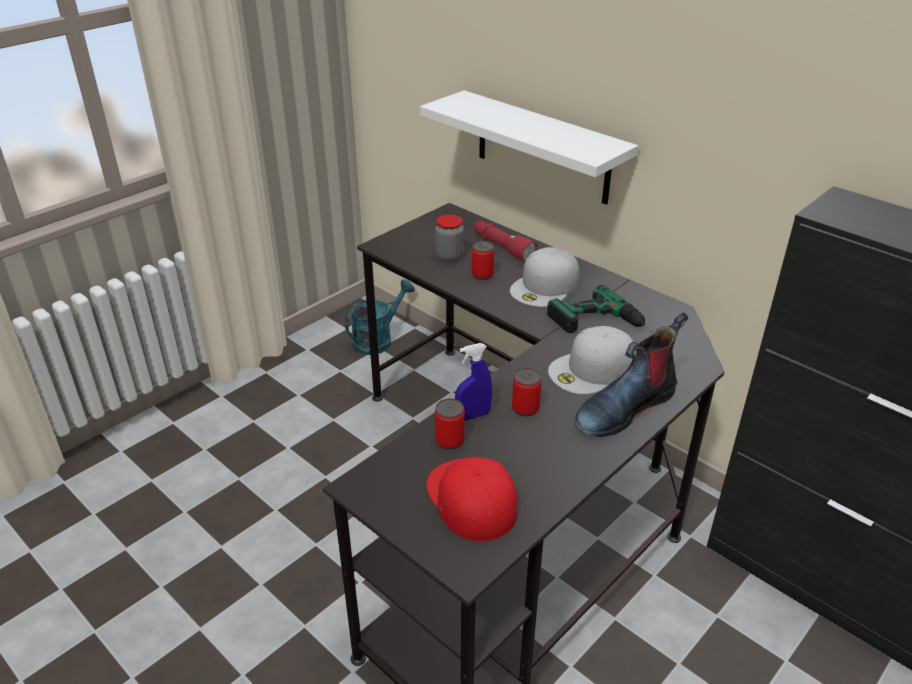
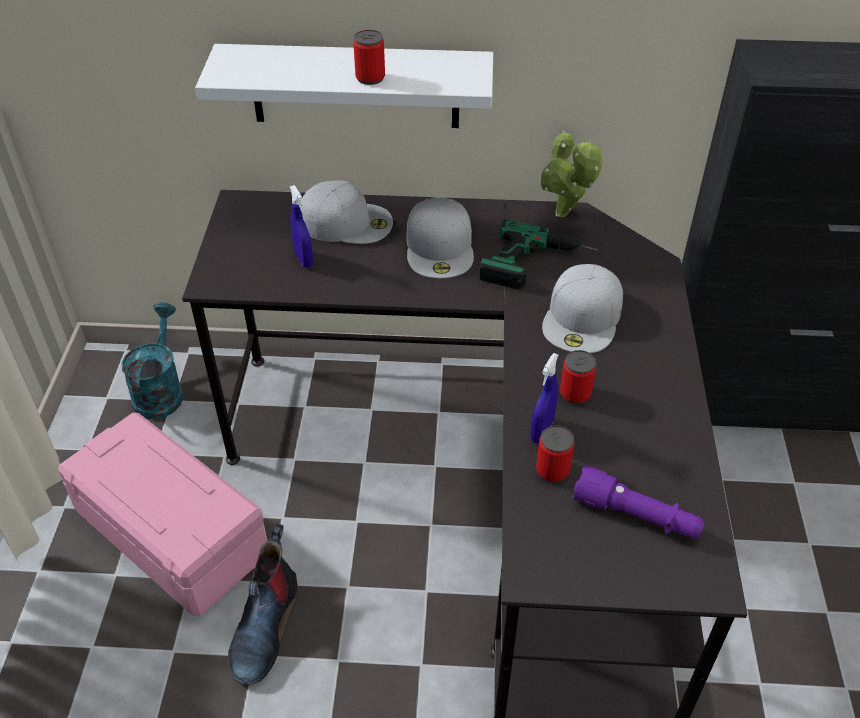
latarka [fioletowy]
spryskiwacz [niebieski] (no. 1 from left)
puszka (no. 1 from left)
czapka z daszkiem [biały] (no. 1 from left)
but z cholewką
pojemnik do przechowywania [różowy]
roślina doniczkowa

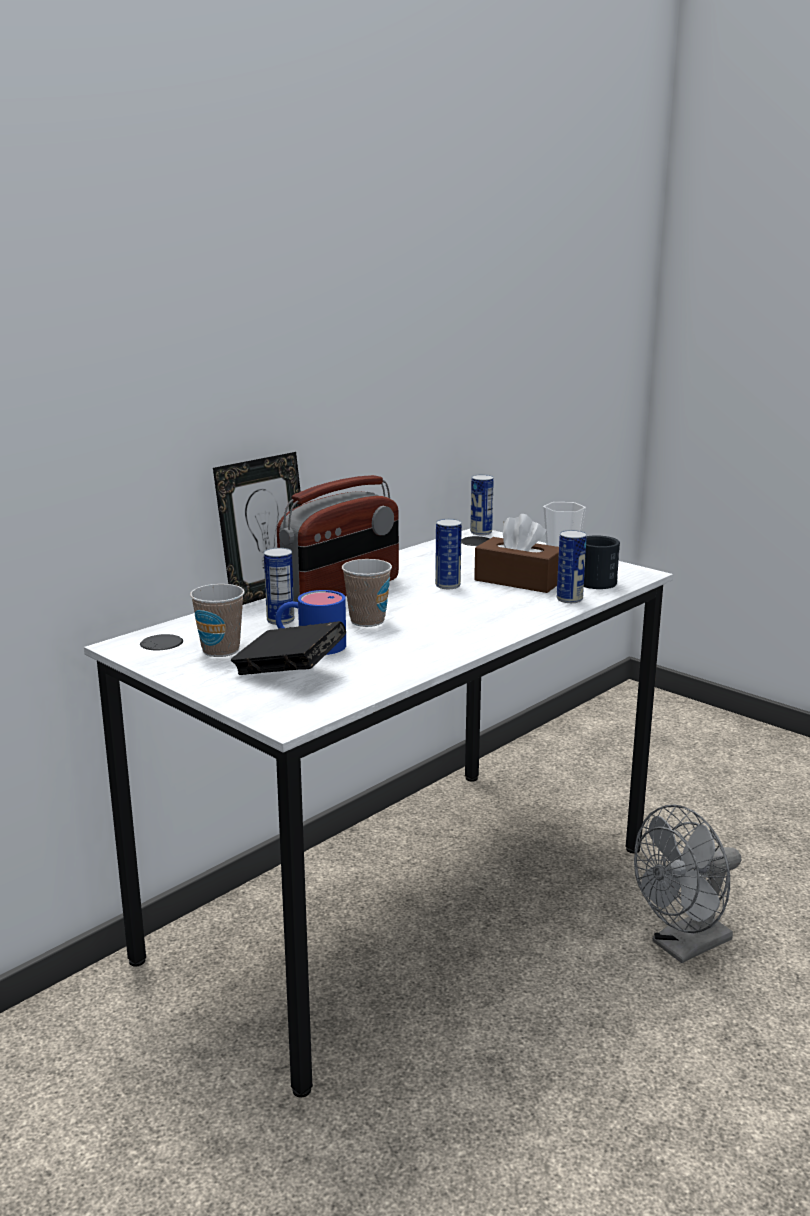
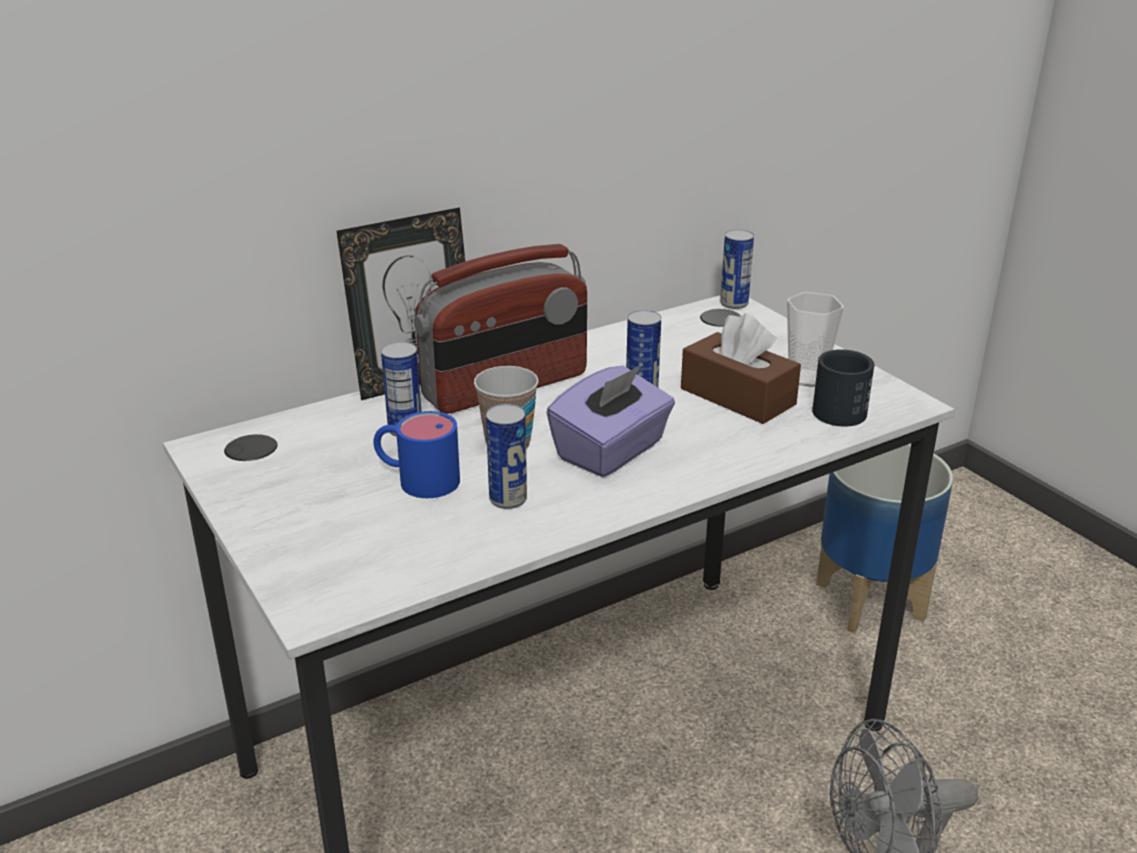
filiżanka (no. 1 from left in the first image)
książka [czarny]
puszka (no. 2 from left)
pudełko chusteczek [fioletowy]
donica

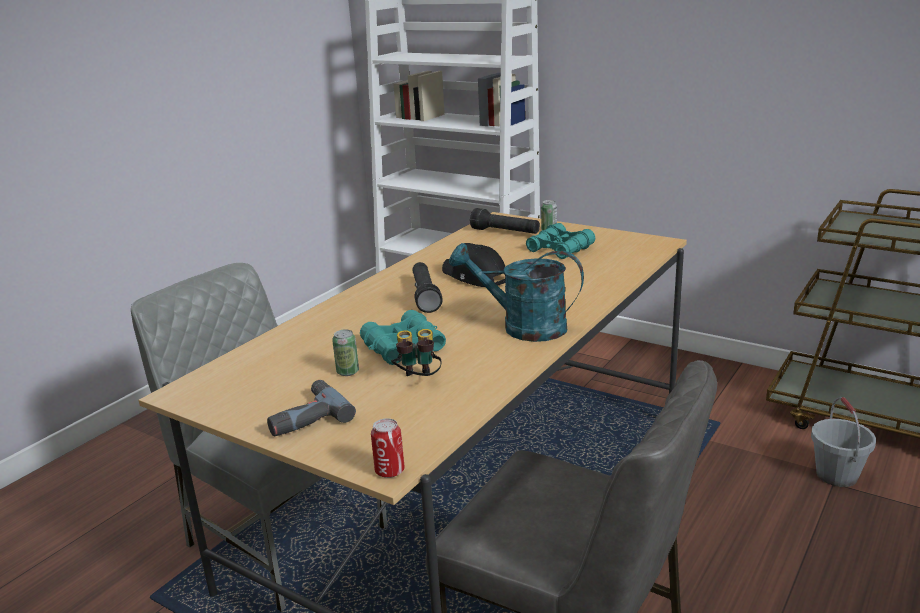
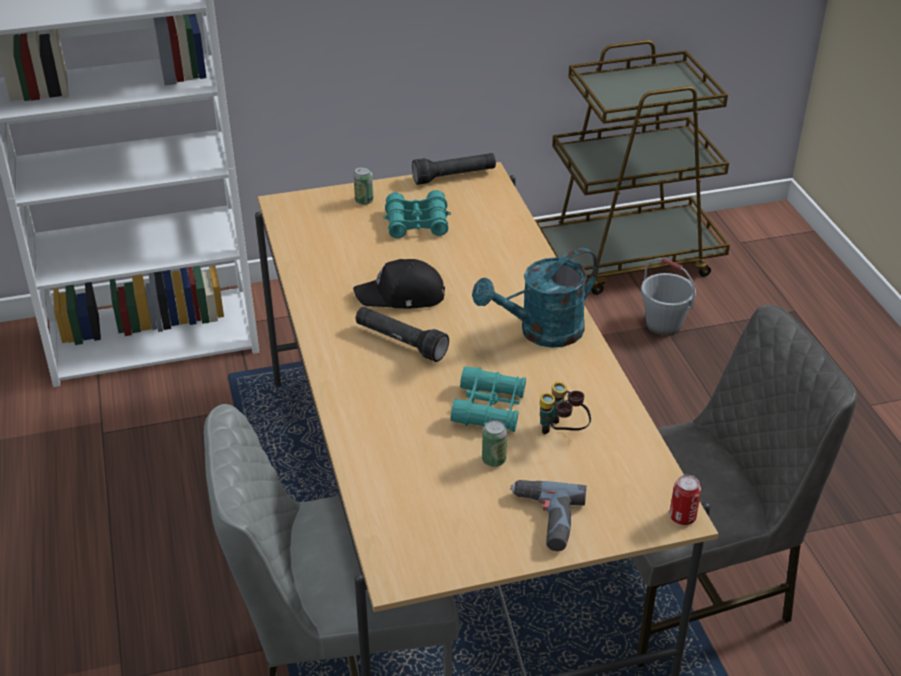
latarka [czarny] (no. 2 from left)

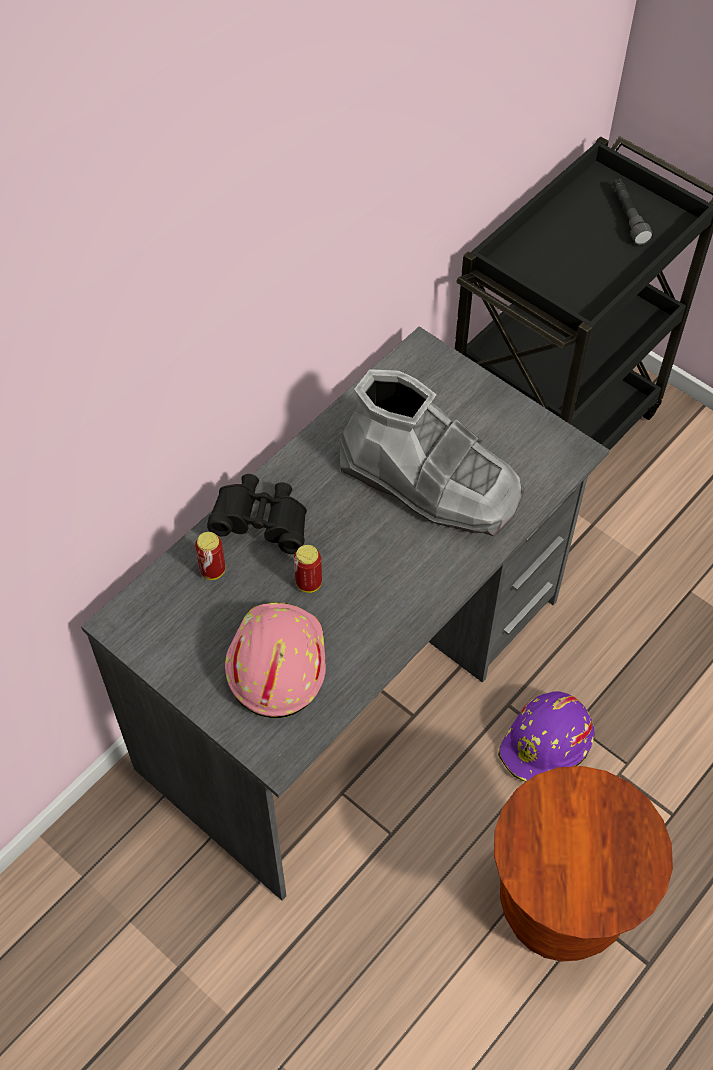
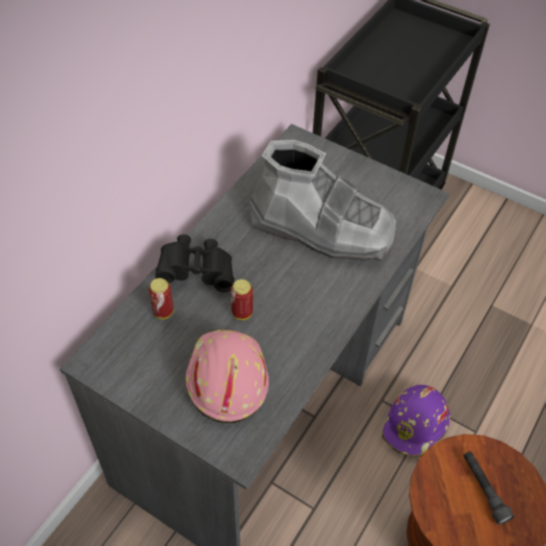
latarka [szary]

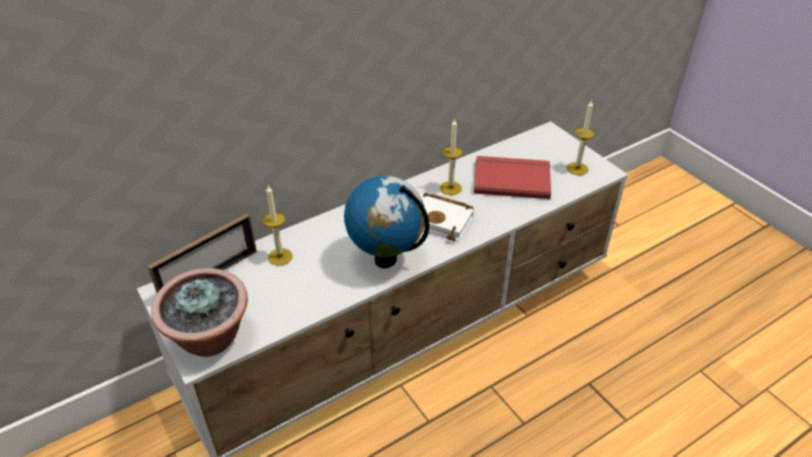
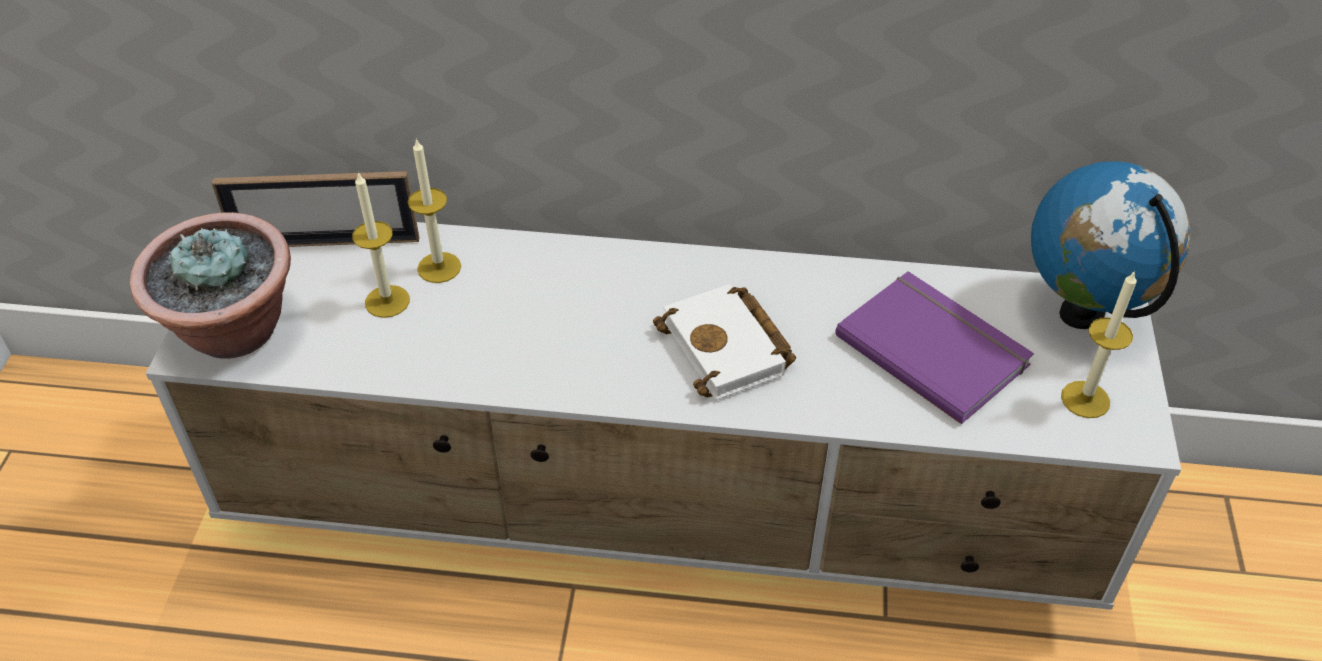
globus
świeca (no. 1 from left)
książka [fioletowy]

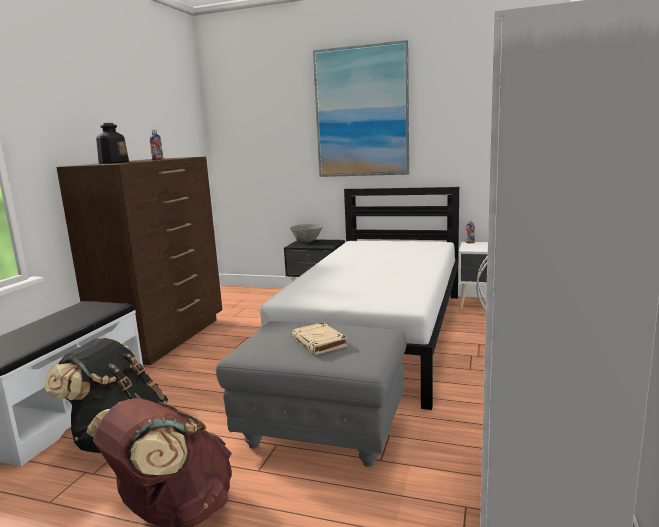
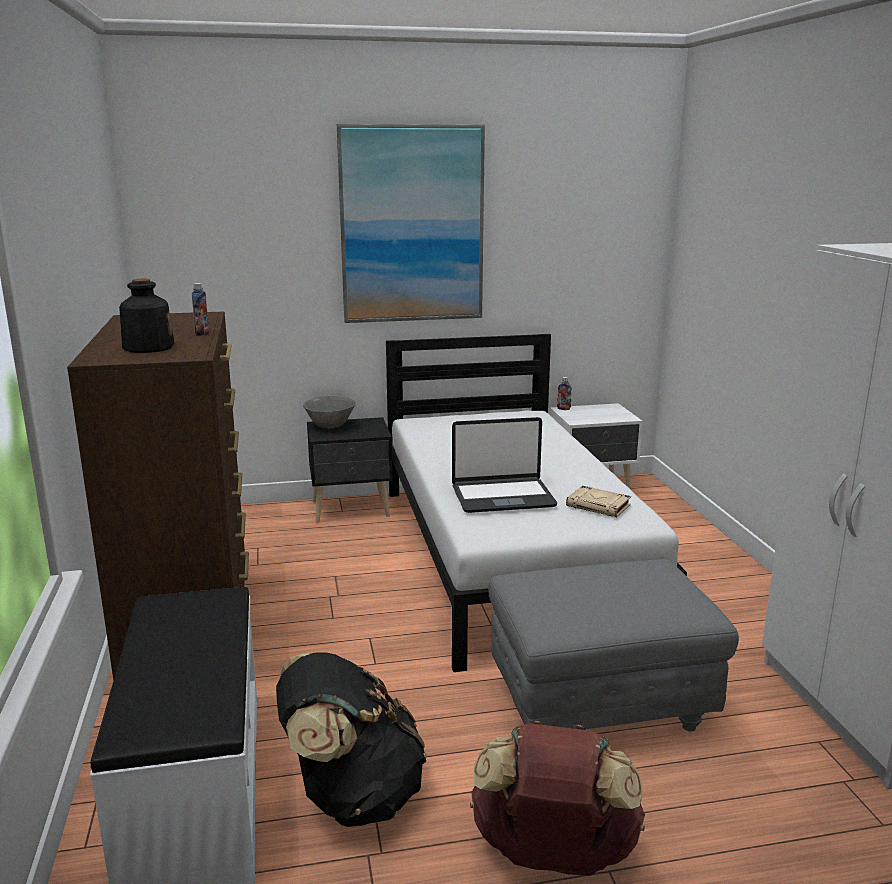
książka [beżowy]
laptop

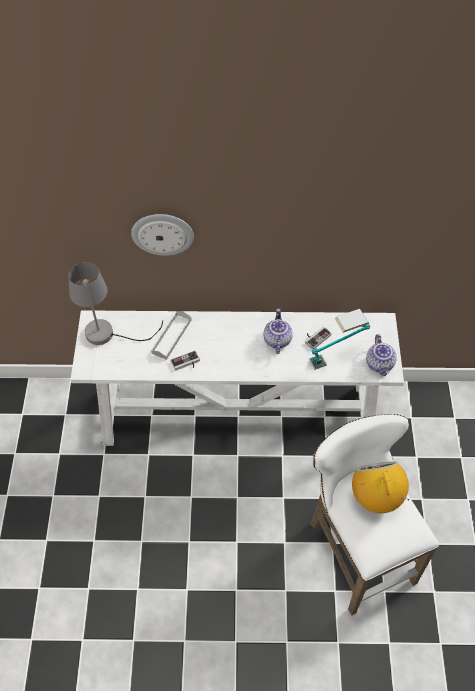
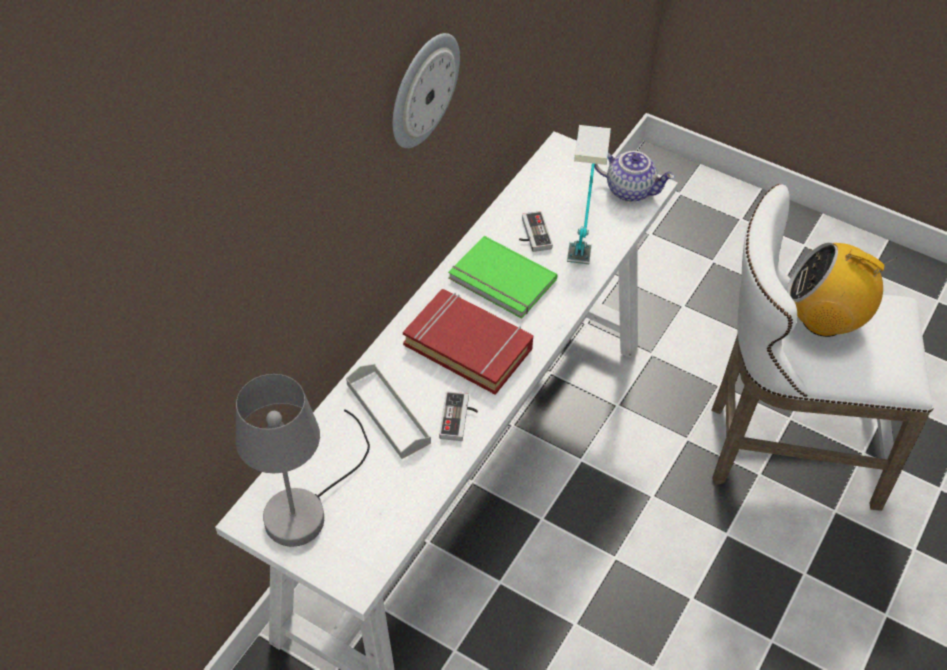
zegar ścienny
książka [zielony]
książka [czerwony]

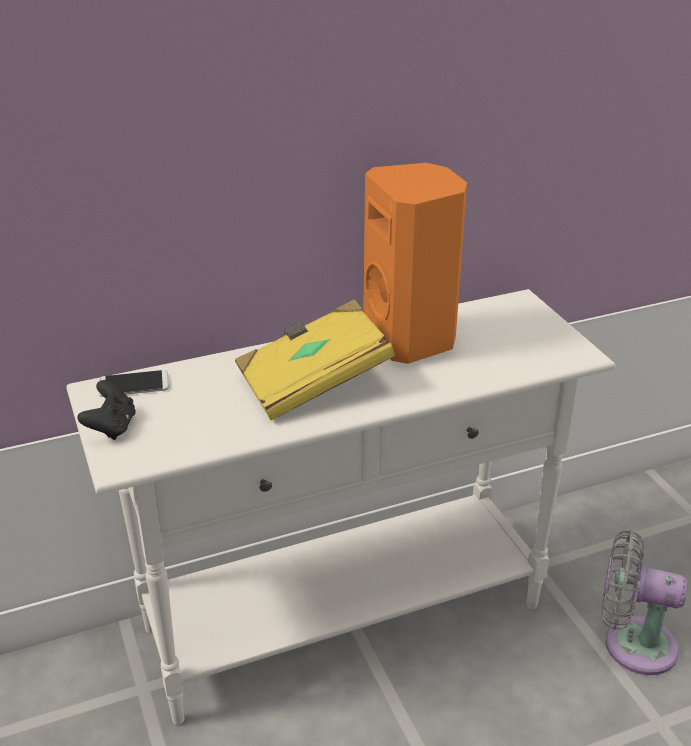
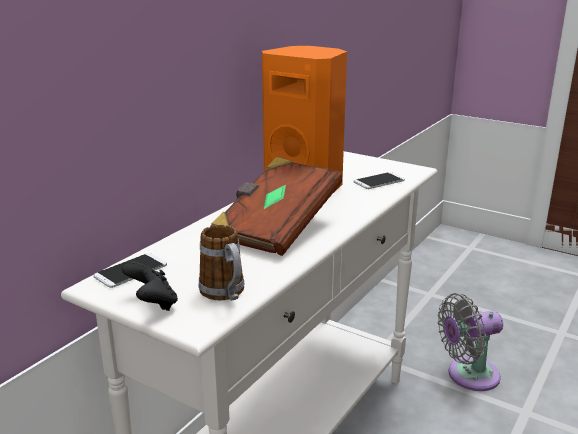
książka [brązowy]
kubek
telefon (no. 2 from left)

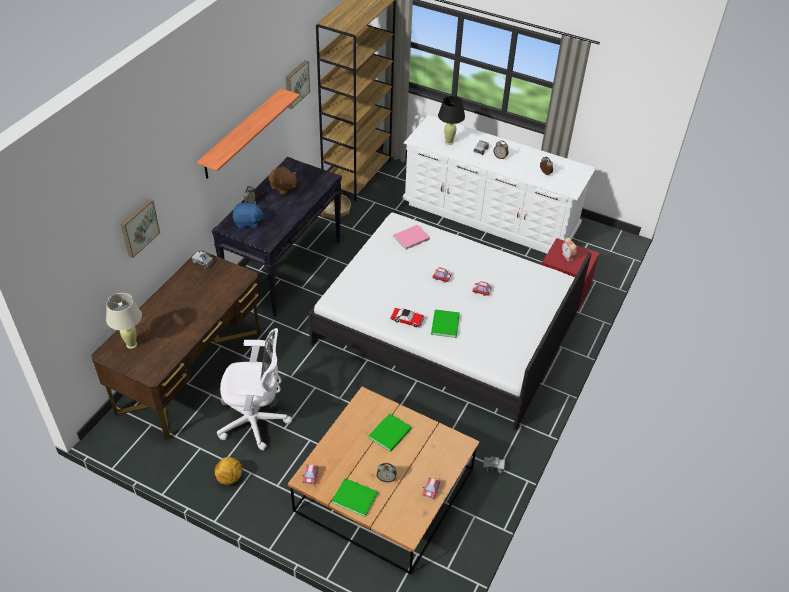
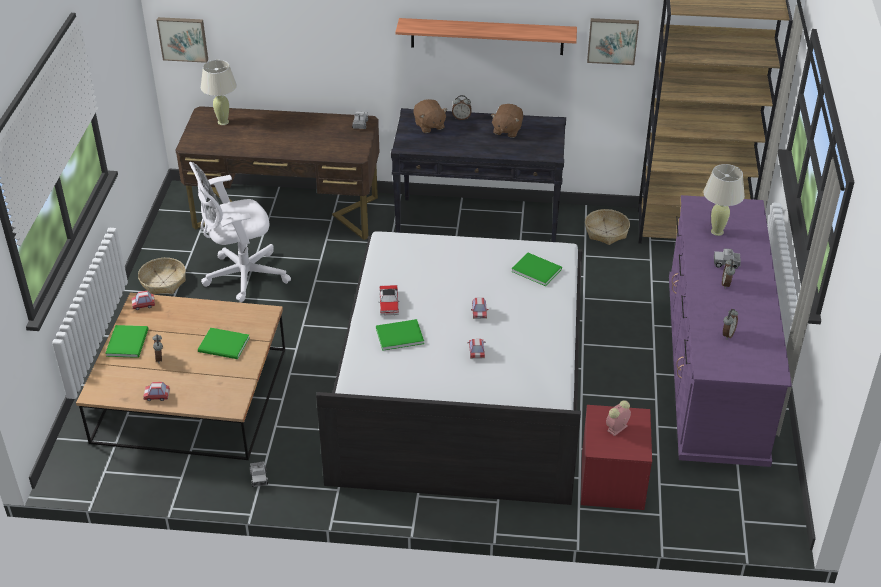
obraz (no. 1 from left)
koszyk (no. 1 from left)
krzesło biurowe [biały]
pluszak [brązowy] (no. 1 from left)
książka [zielony] (no. 4 from left)
komoda [fioletowy]
lampa stołowa [beżowy] (no. 2 from left)

